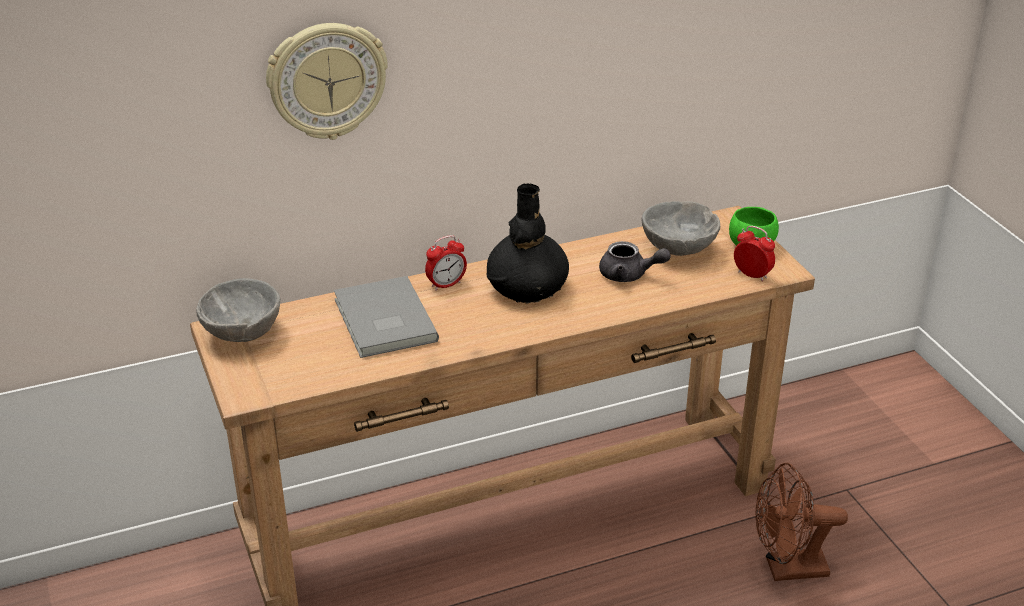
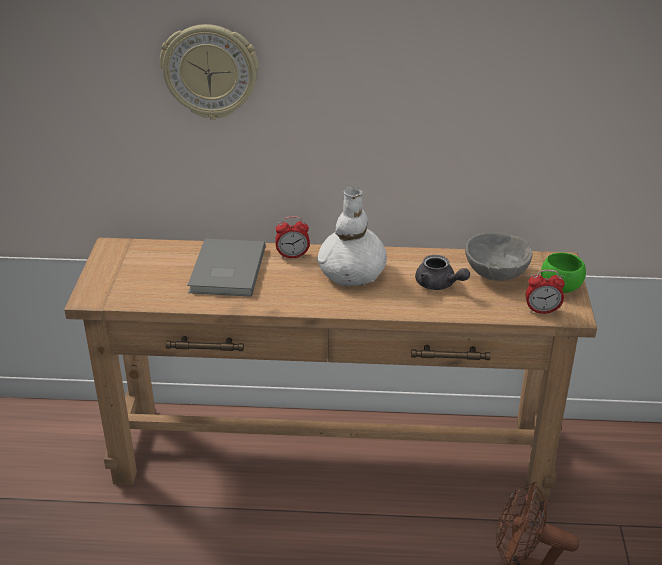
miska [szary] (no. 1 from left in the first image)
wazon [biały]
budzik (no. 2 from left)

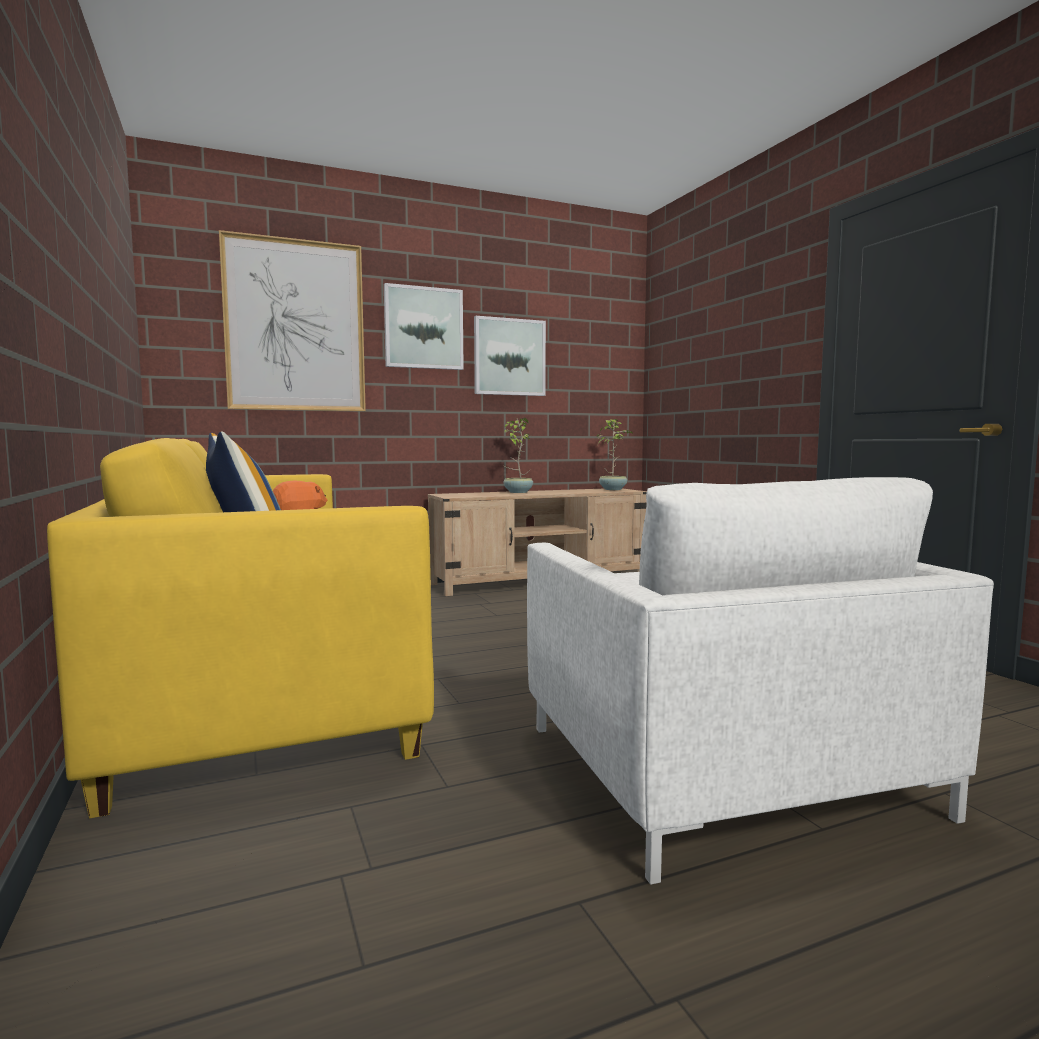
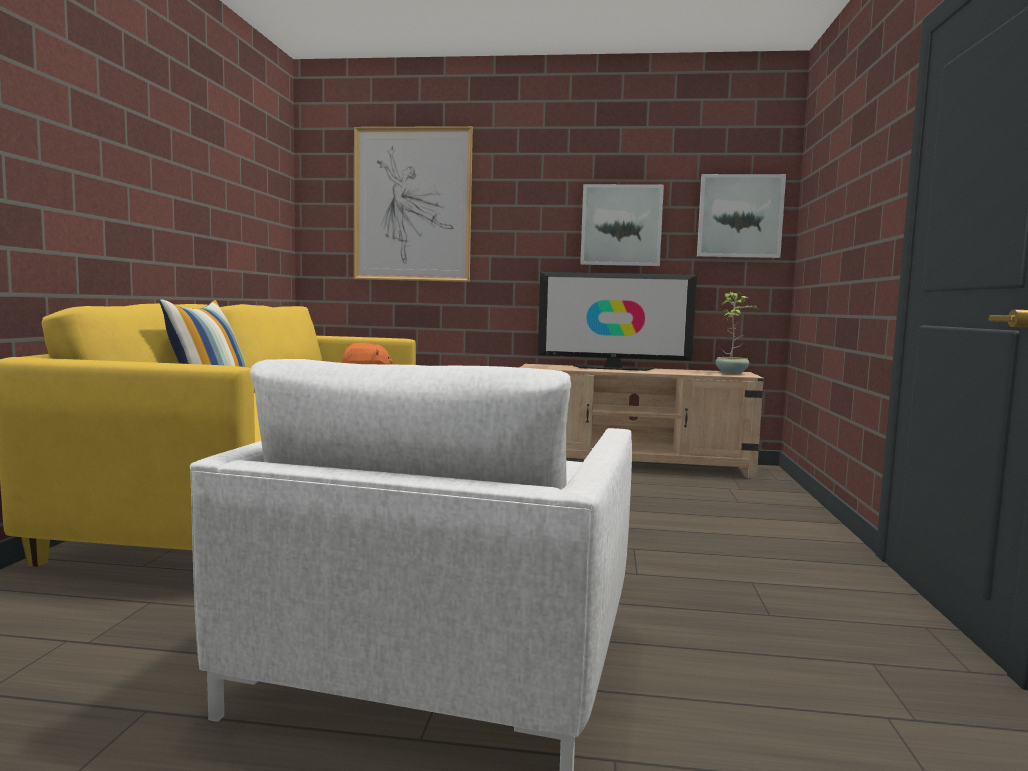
obraz (no. 3 from left)
telewizor

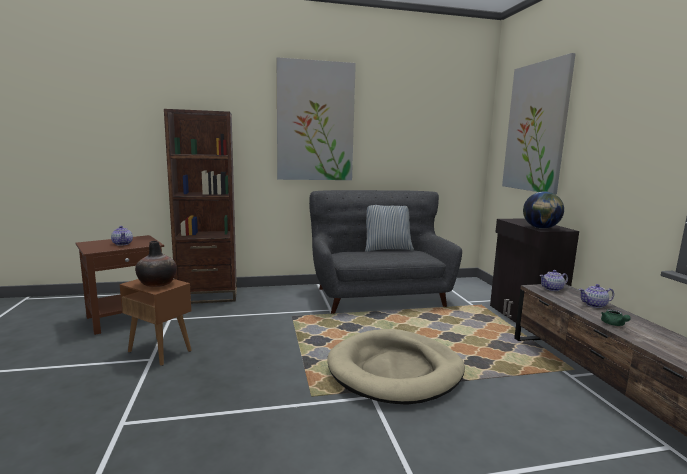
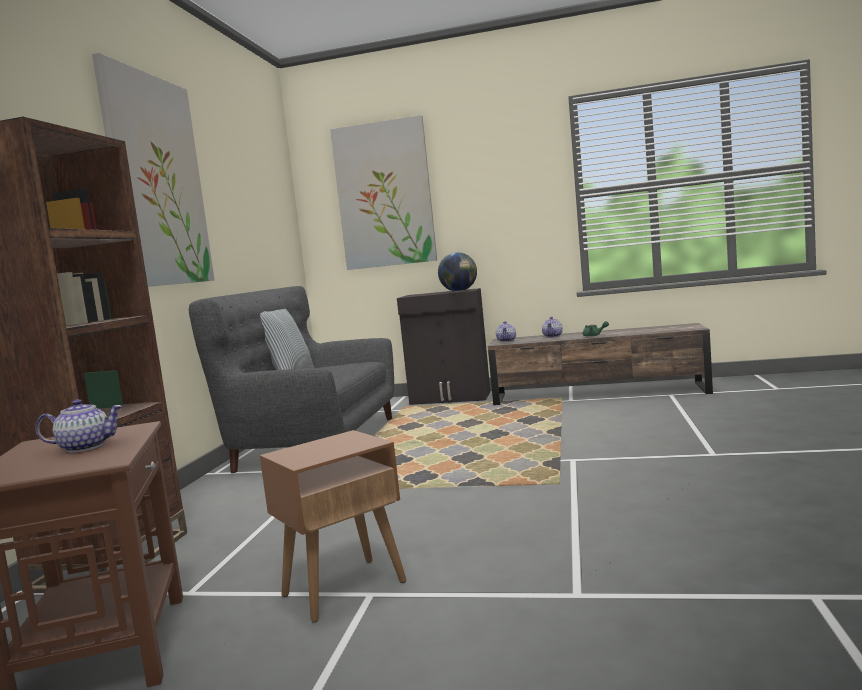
wazon
legowisko [beżowy]

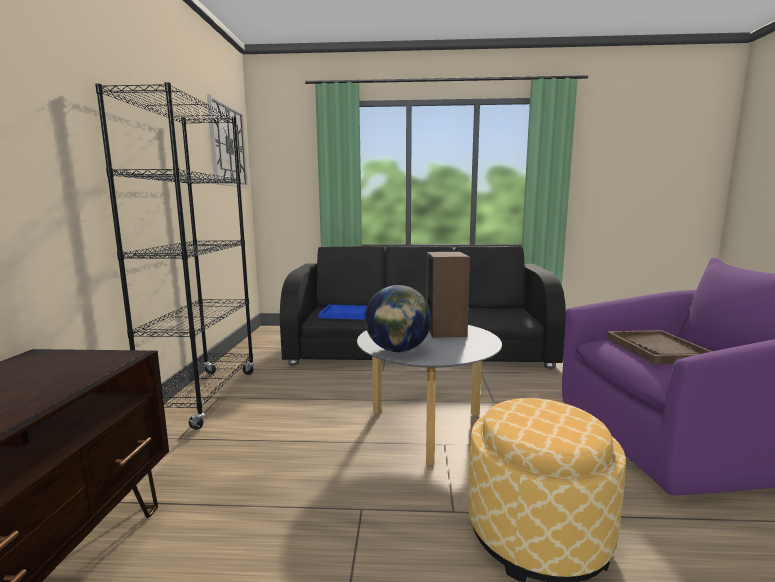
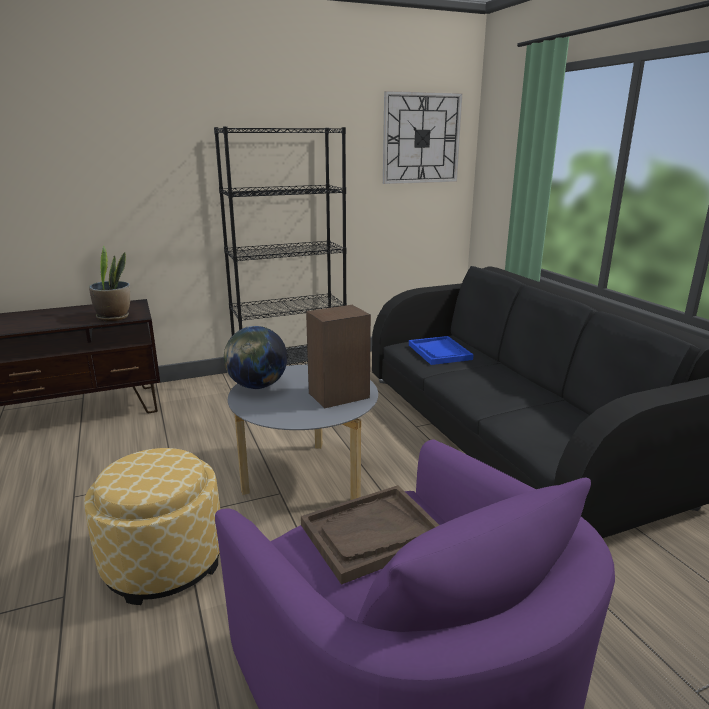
roślina doniczkowa

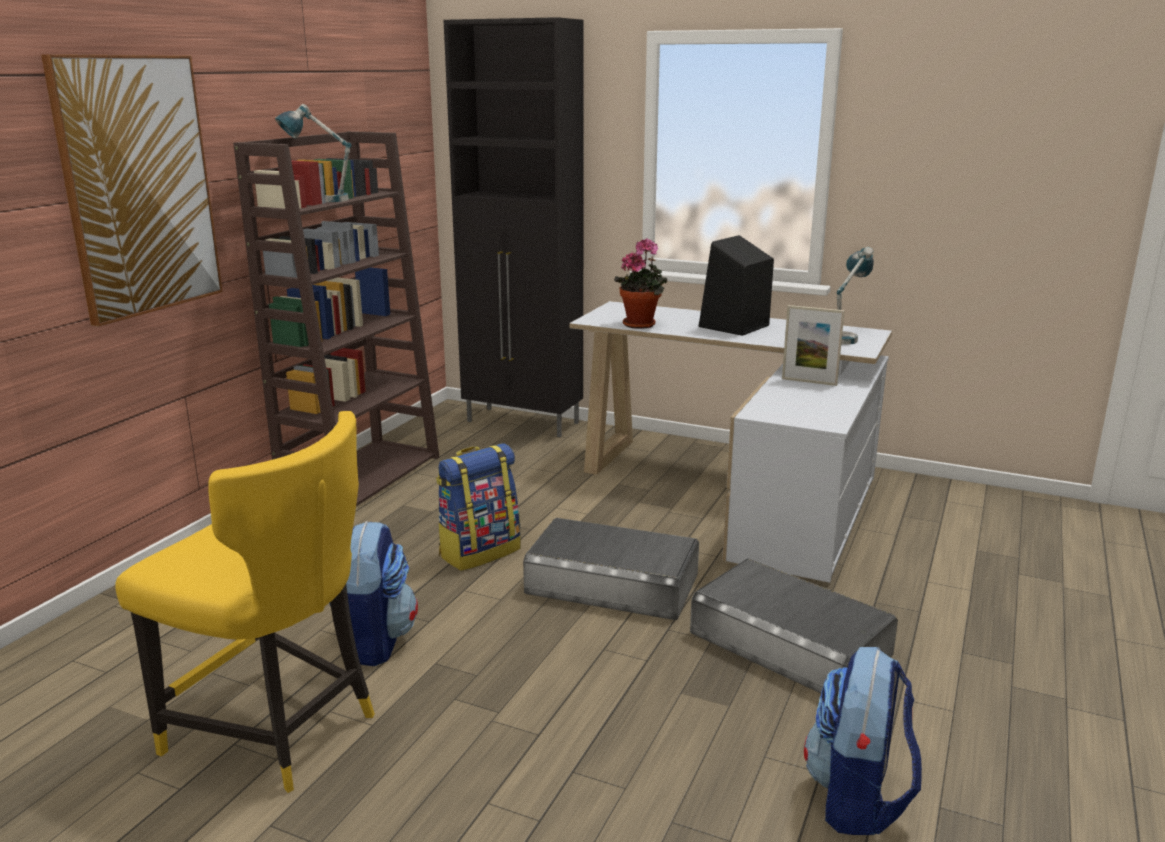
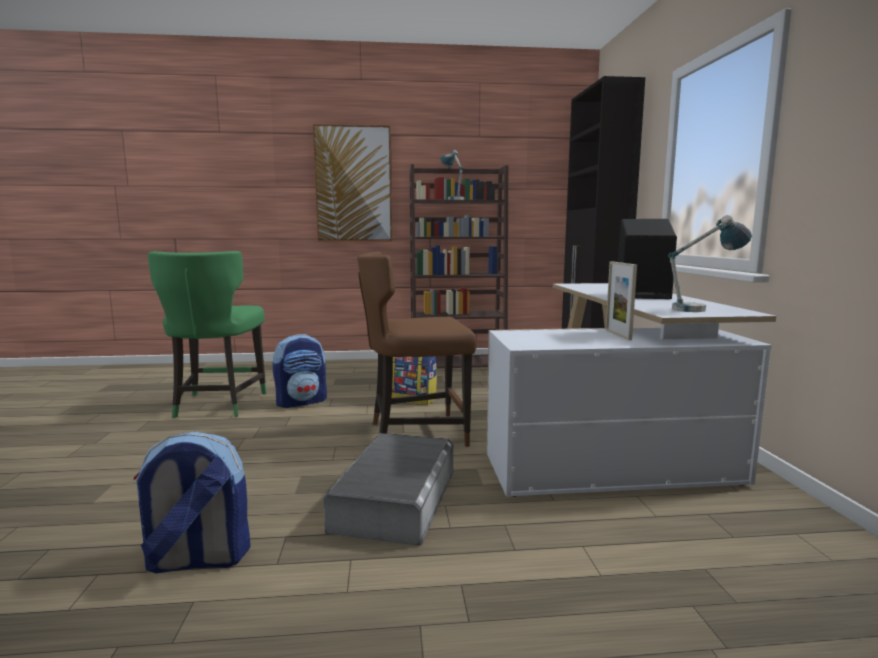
krzesło [zielony]
krzesło [brązowy]
roślina doniczkowa

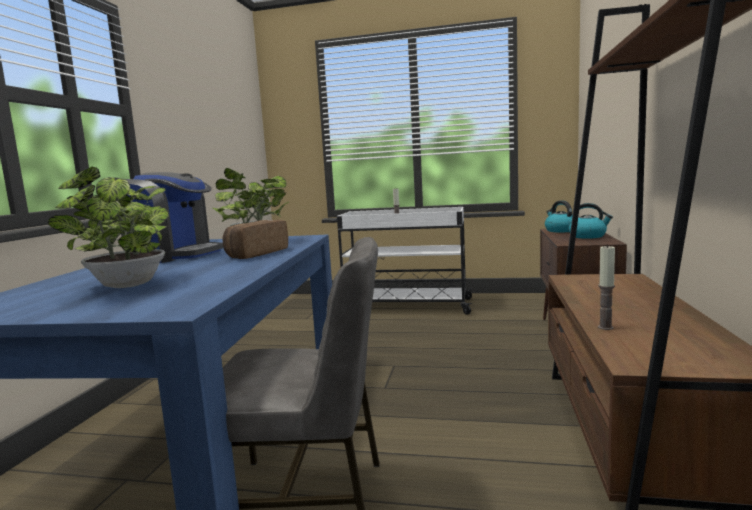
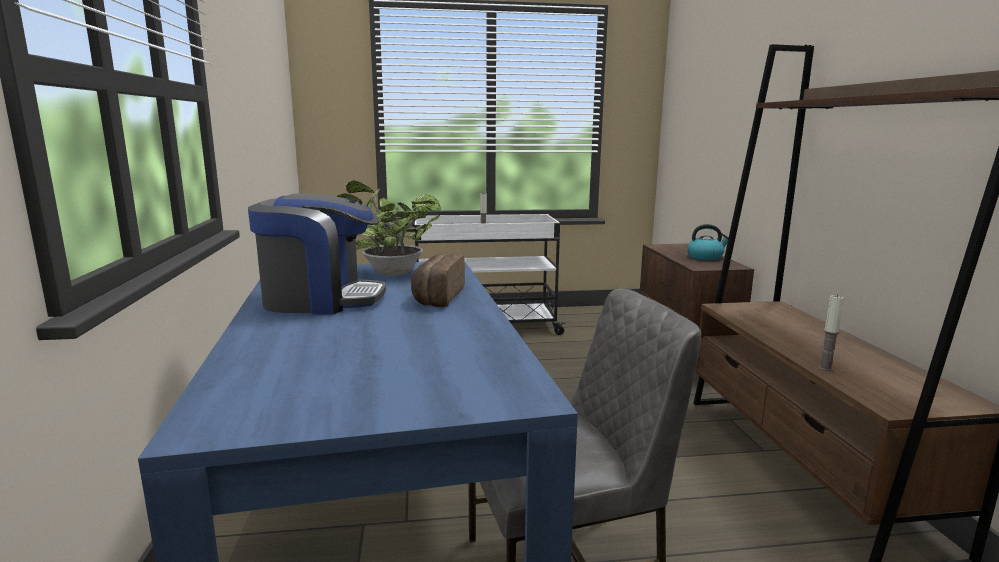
roślina doniczkowa (no. 1 from left in the first image)
czajnik (no. 1 from left in the first image)

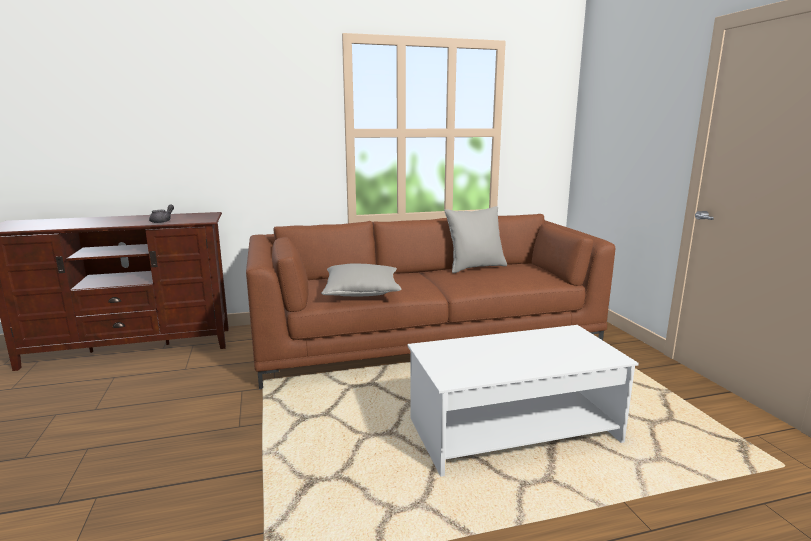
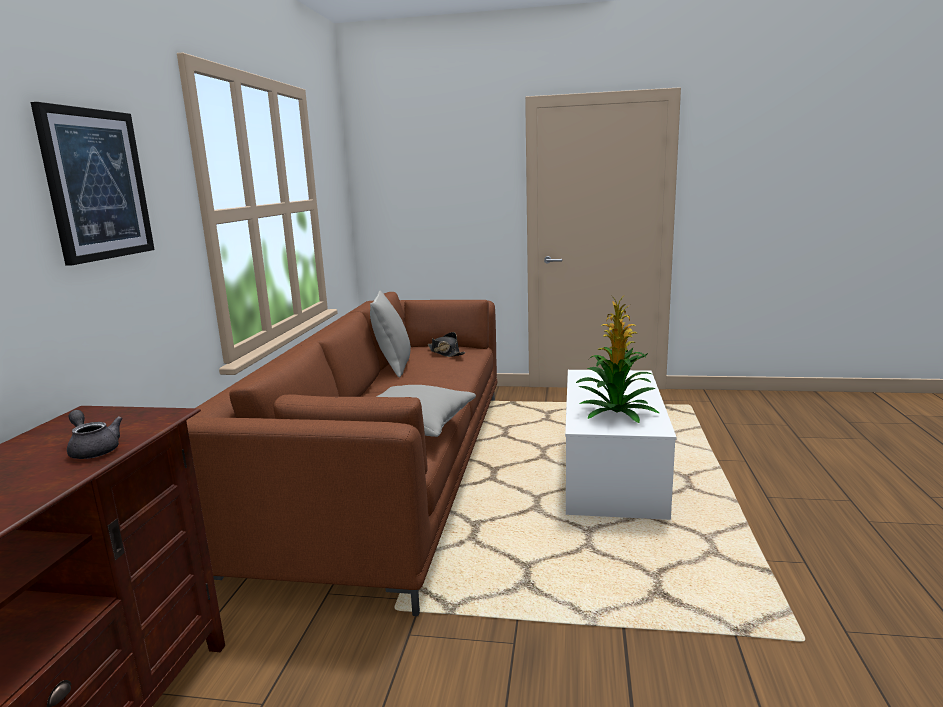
obraz
kapelusz [czarny]
roślina doniczkowa

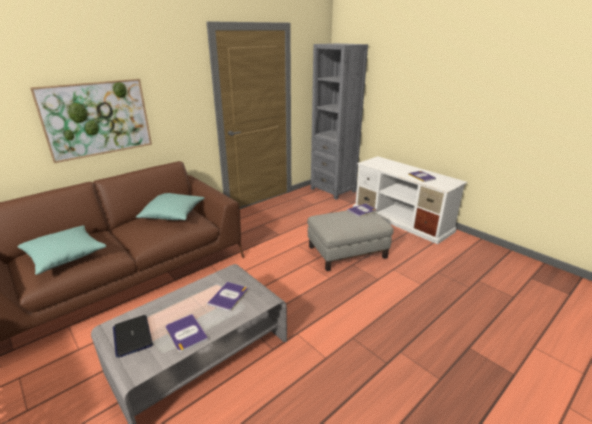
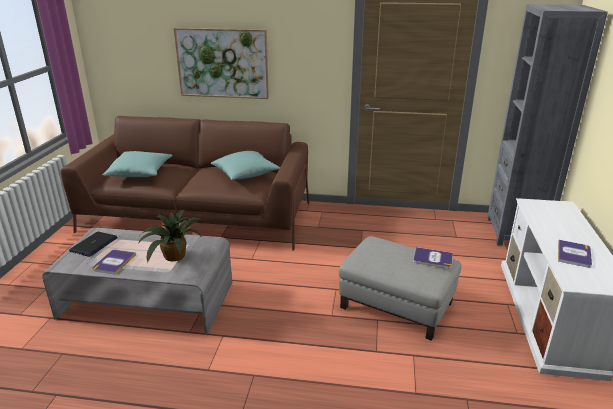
roślina doniczkowa

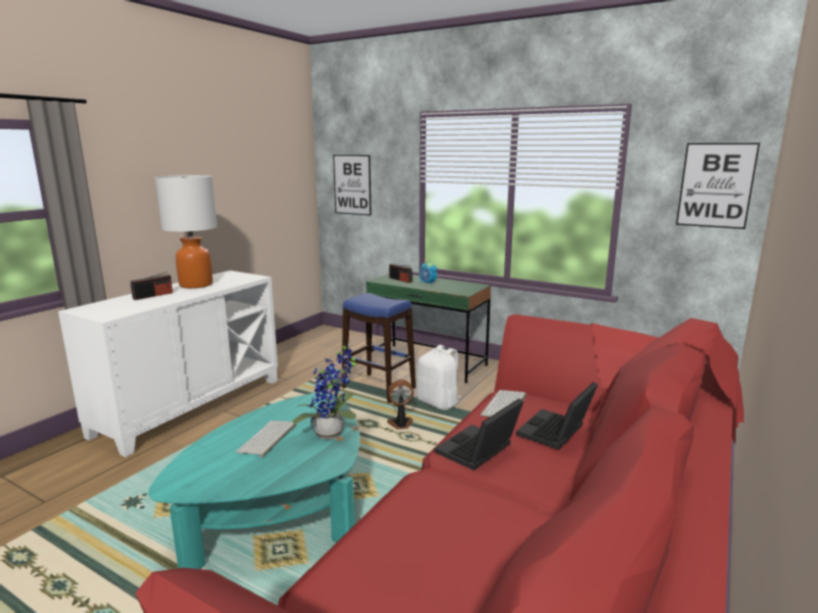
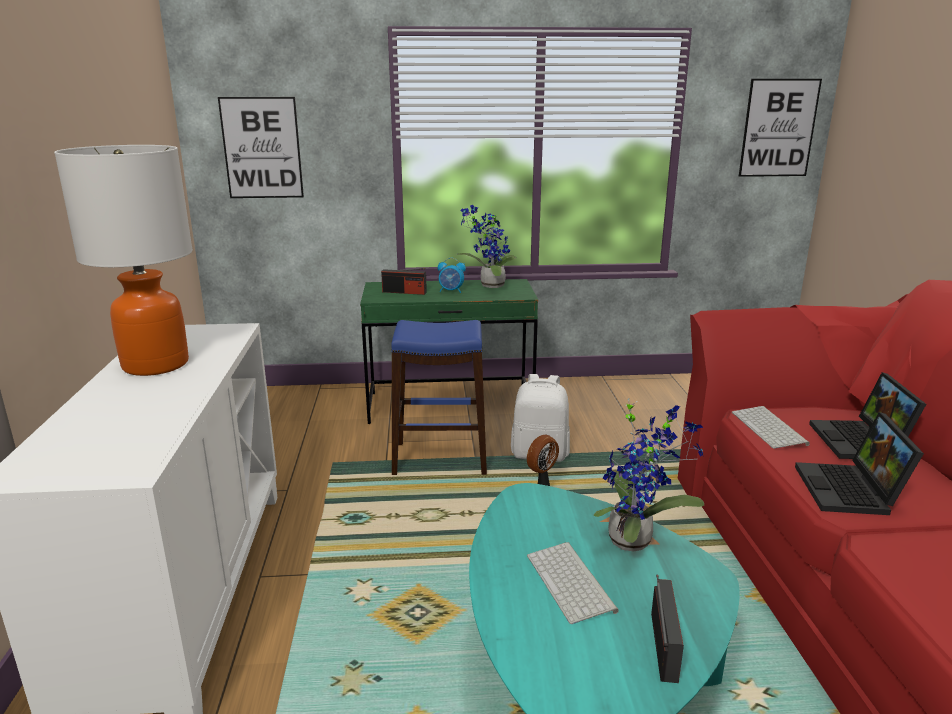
radio (no. 2 from left)
roślina doniczkowa (no. 1 from left)

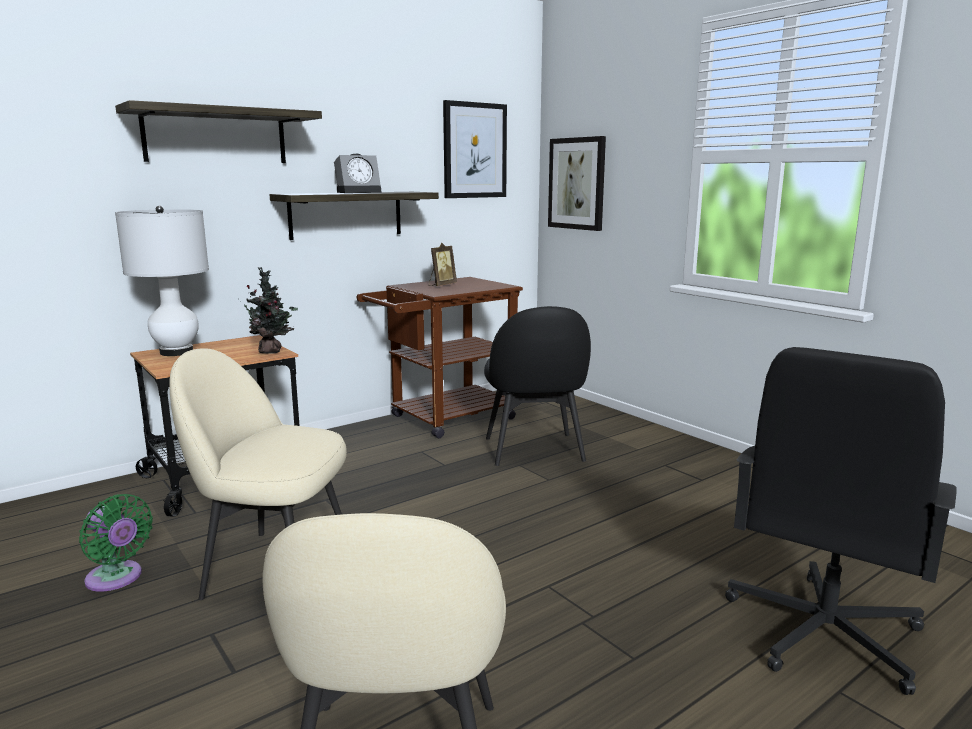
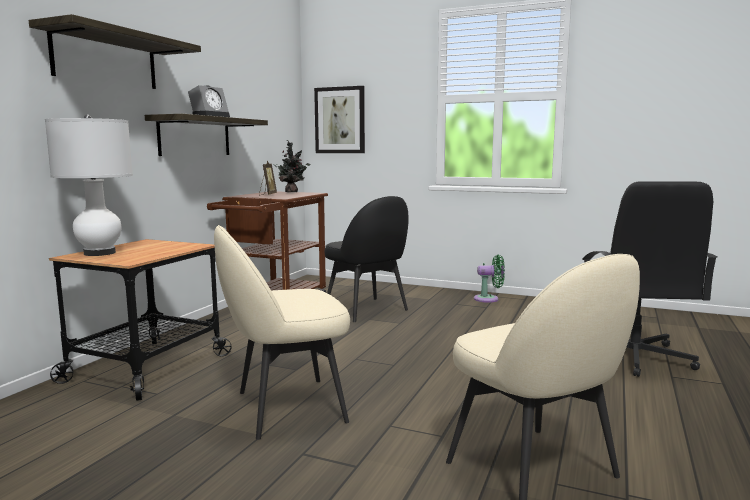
wentylator [zielony]
roślina doniczkowa
obraz (no. 1 from left in the first image)

